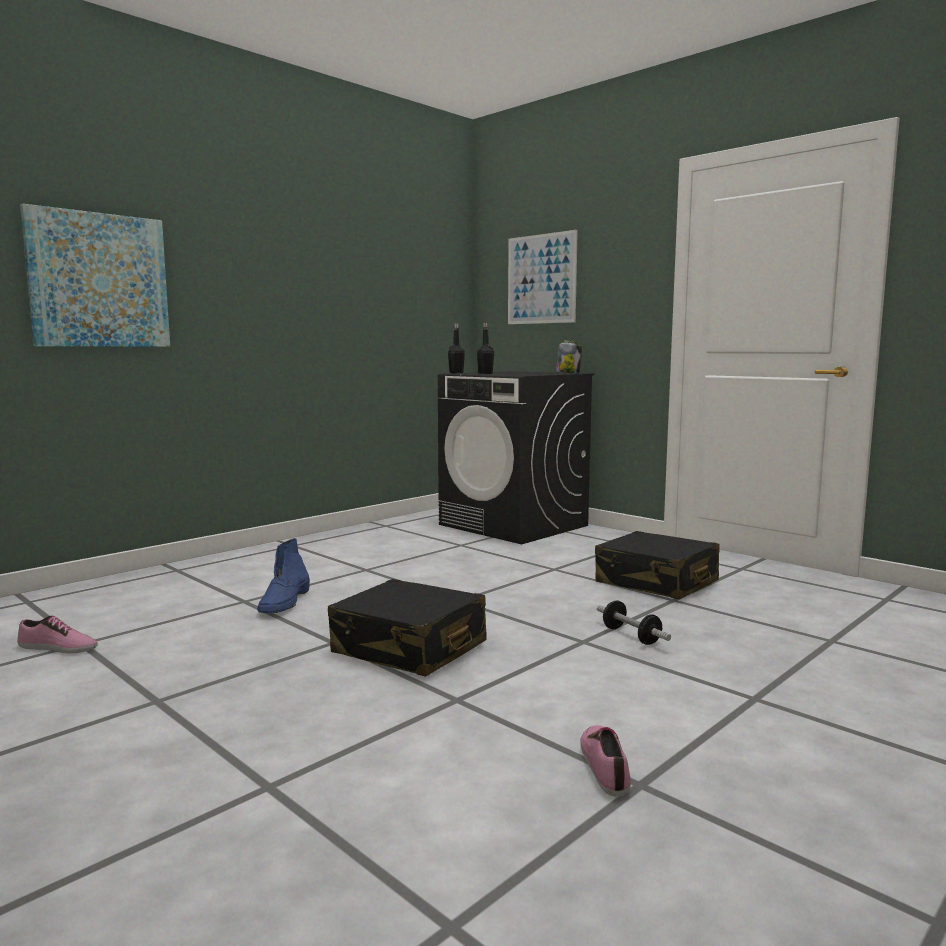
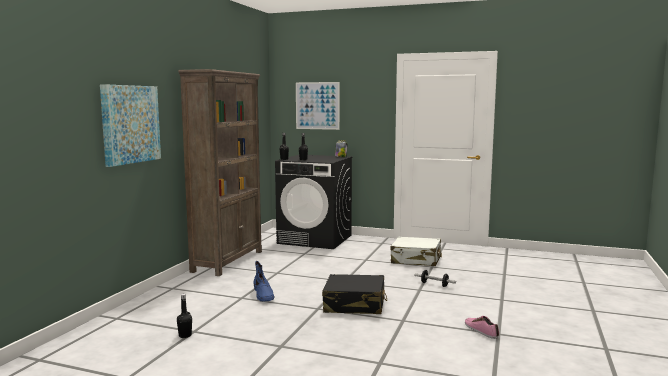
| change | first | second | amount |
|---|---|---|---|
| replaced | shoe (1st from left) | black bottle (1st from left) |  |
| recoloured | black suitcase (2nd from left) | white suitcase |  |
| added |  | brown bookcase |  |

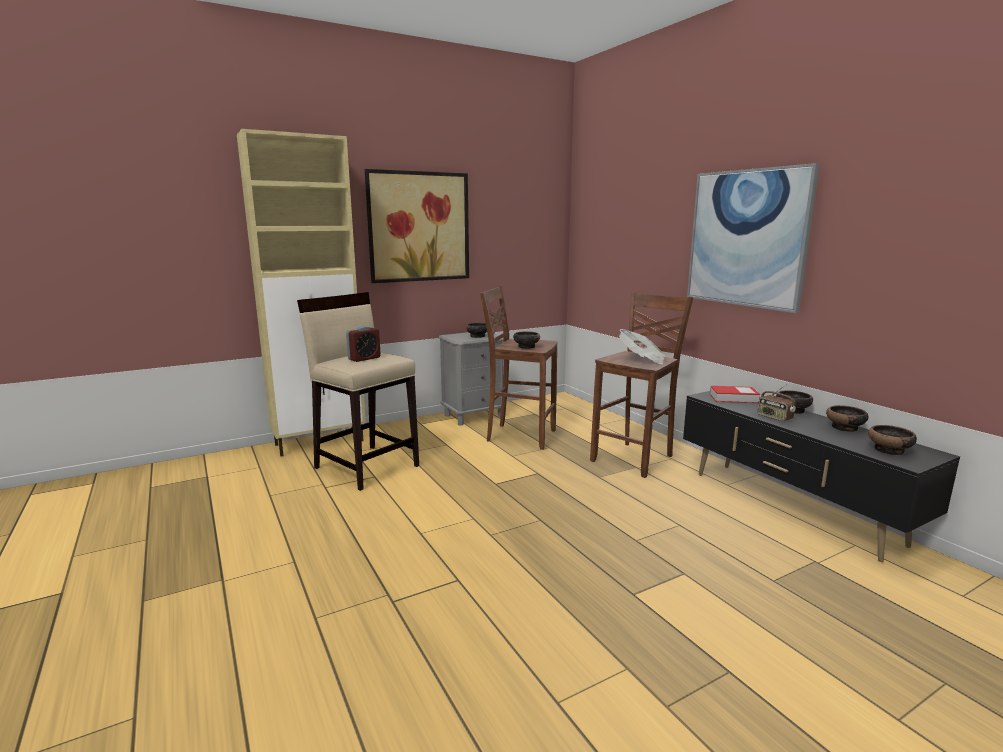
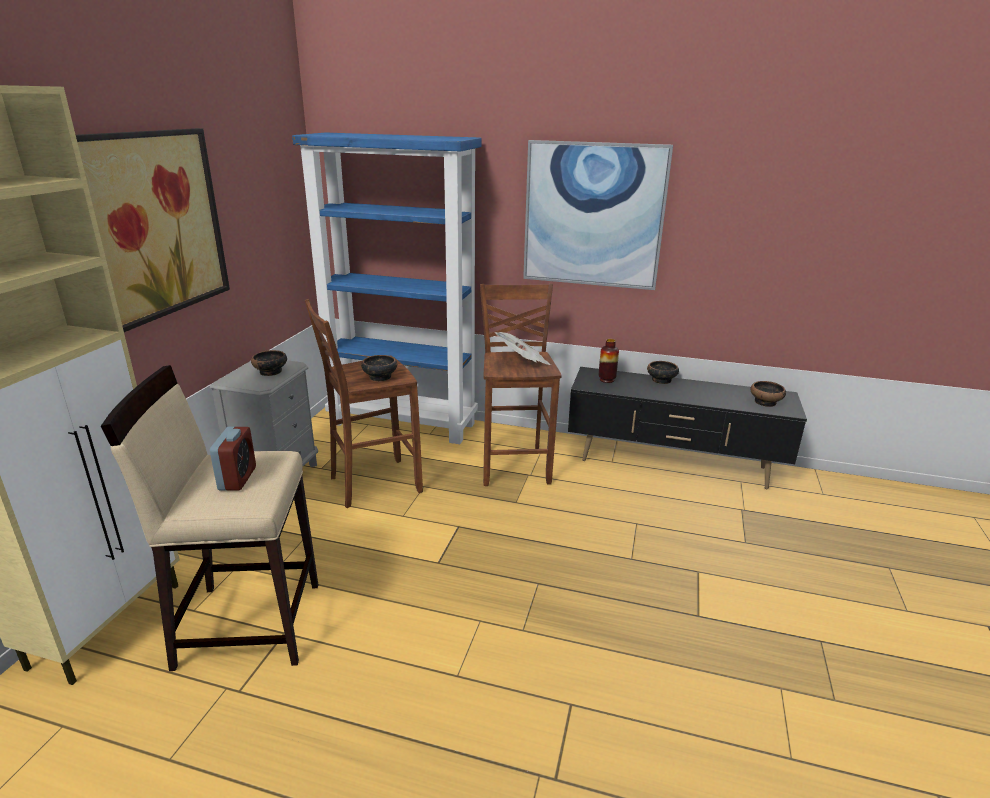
| change | first | second | amount |
|---|---|---|---|
| replaced | book | vase |  |
| removed | radio |  |  |
| removed | bowl (4th from left) |  |  |
| added |  | blue bookcase |  |

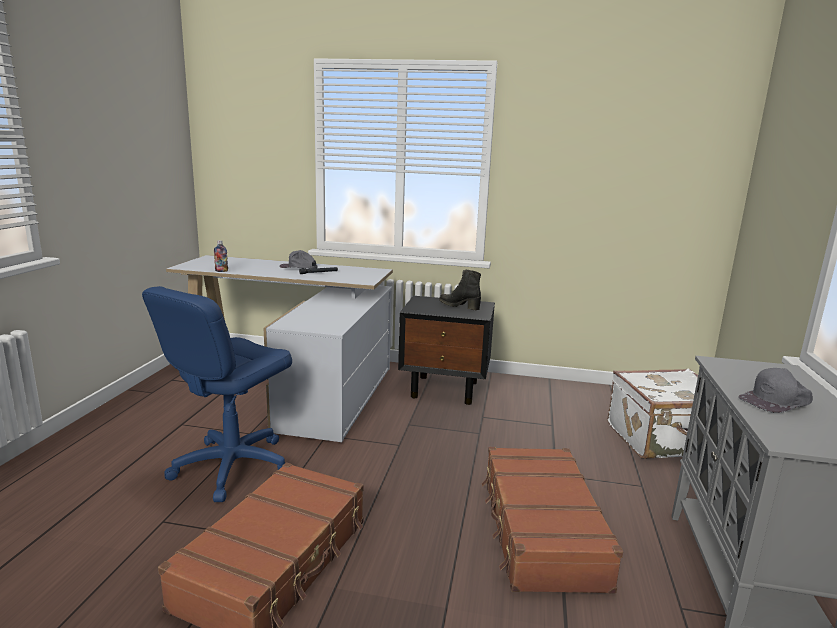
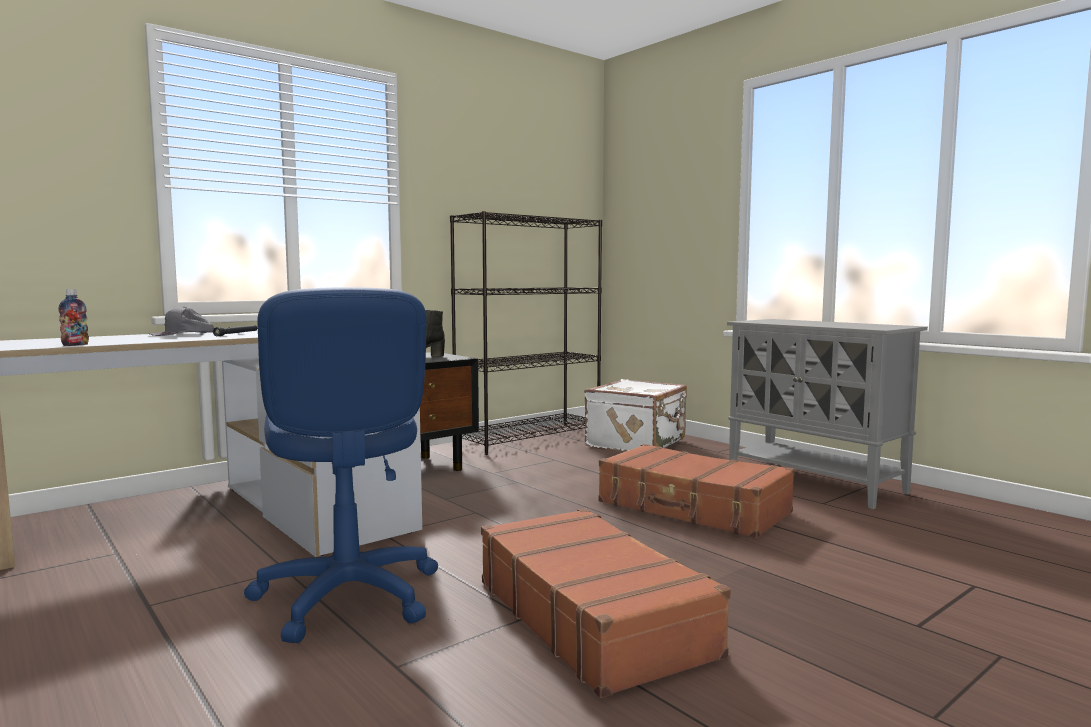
| change | first | second | amount |
|---|---|---|---|
| removed | grey cap (2nd from left) |  |  |
| added |  | black bookcase |  |

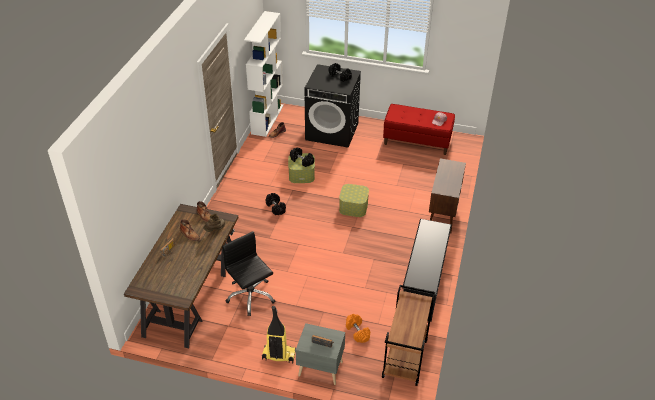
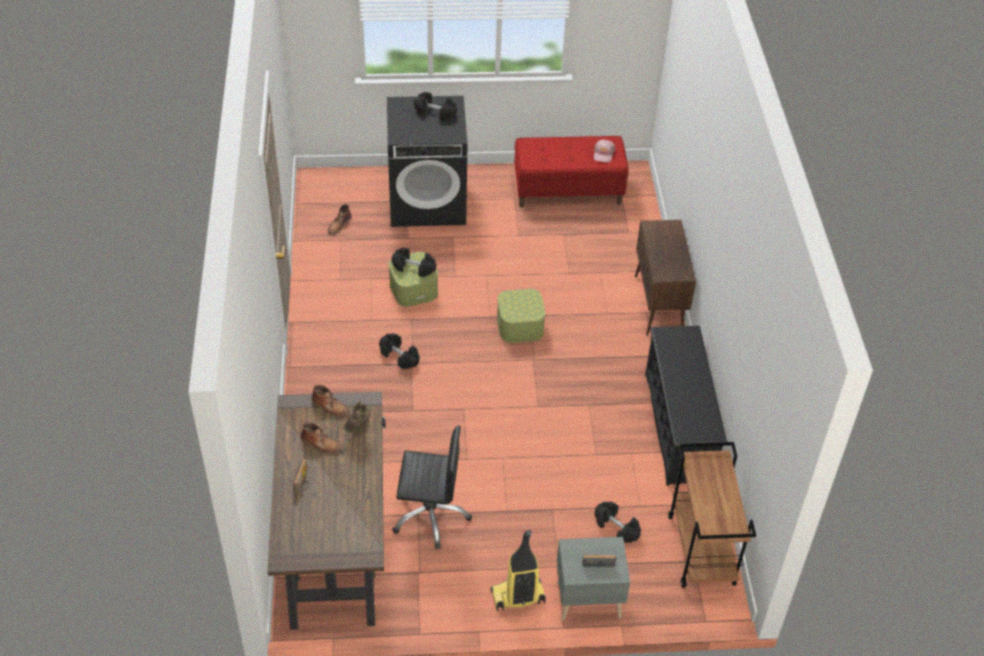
| change | first | second | amount |
|---|---|---|---|
| turned | black office chair |  | 150 degrees clockwise |
| removed | white bookcase |  |  |
| recoloured | orange dumbbell | black dumbbell (4th from left) |  |

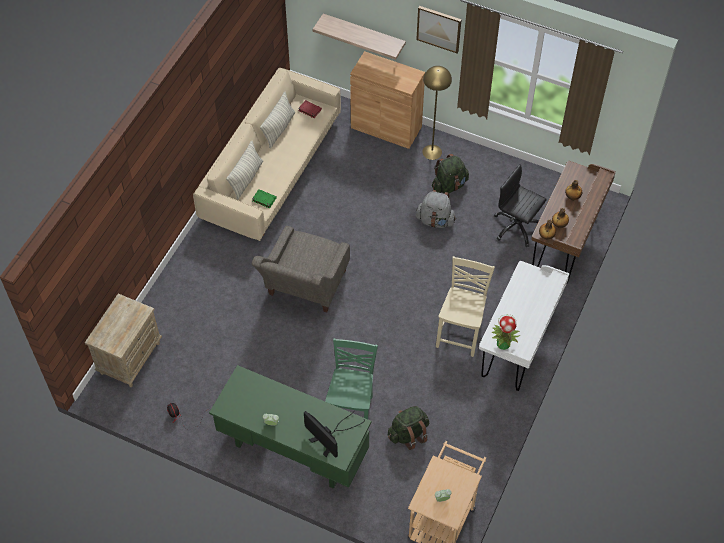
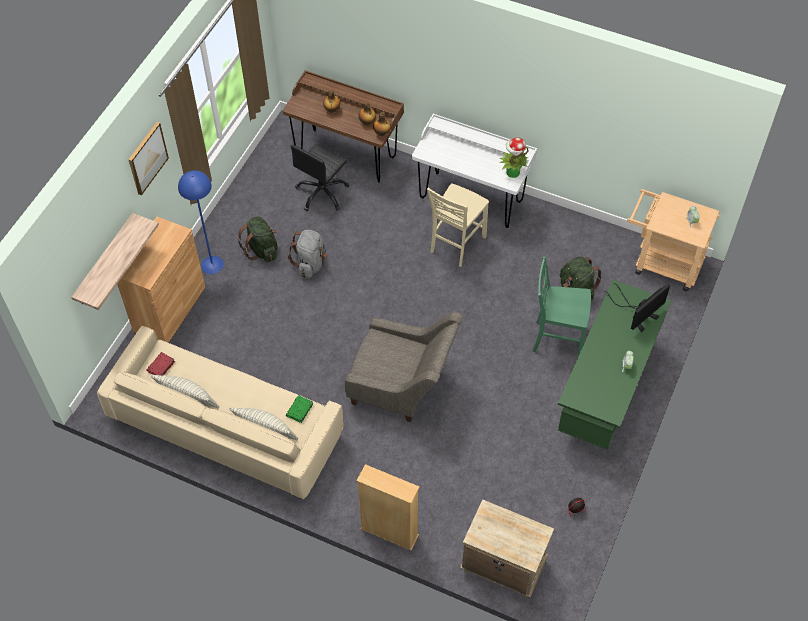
| change | first | second | amount |
|---|---|---|---|
| recoloured | yellow floor lamp | blue floor lamp |  |
| turned | beige chair |  | 75 degrees counterclockwise |
| added |  | beige bookcase |  |

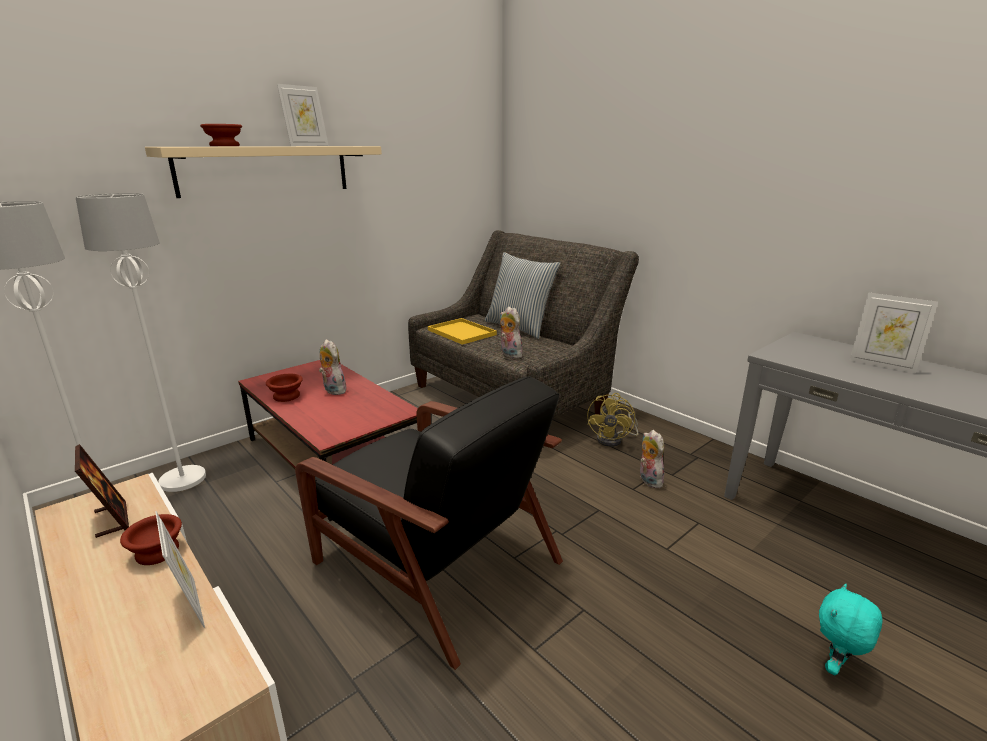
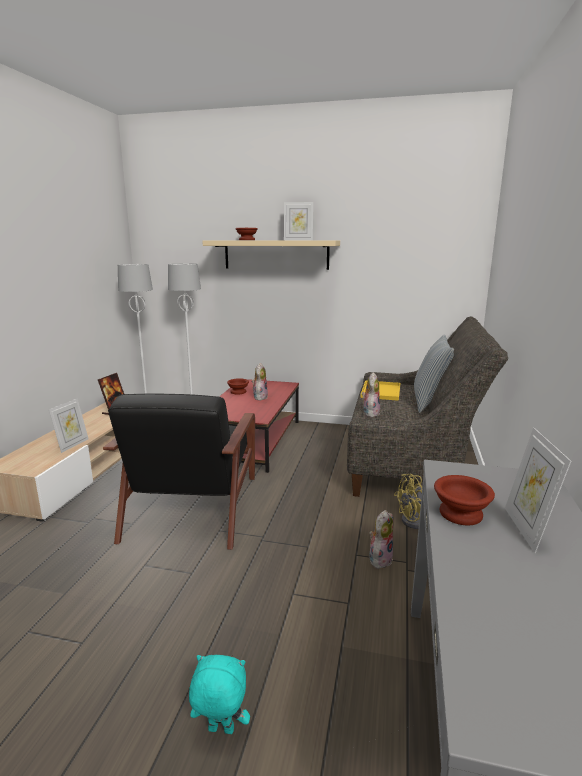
| change | first | second | amount |
|---|---|---|---|
| moved | brown bowl (1st from left in the first image) | brown bowl (3rd from left) |  |

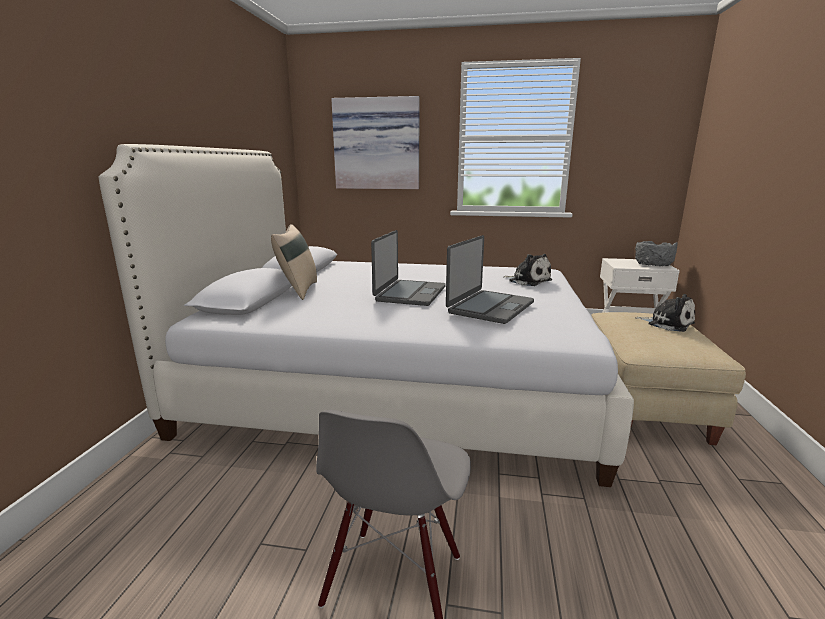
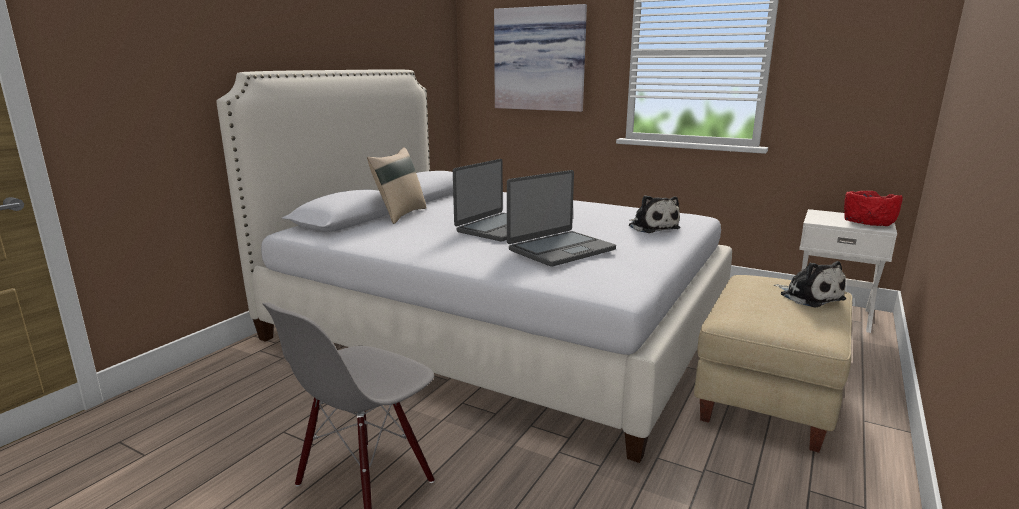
| change | first | second | amount |
|---|---|---|---|
| recoloured | grey bowl | red bowl |  |

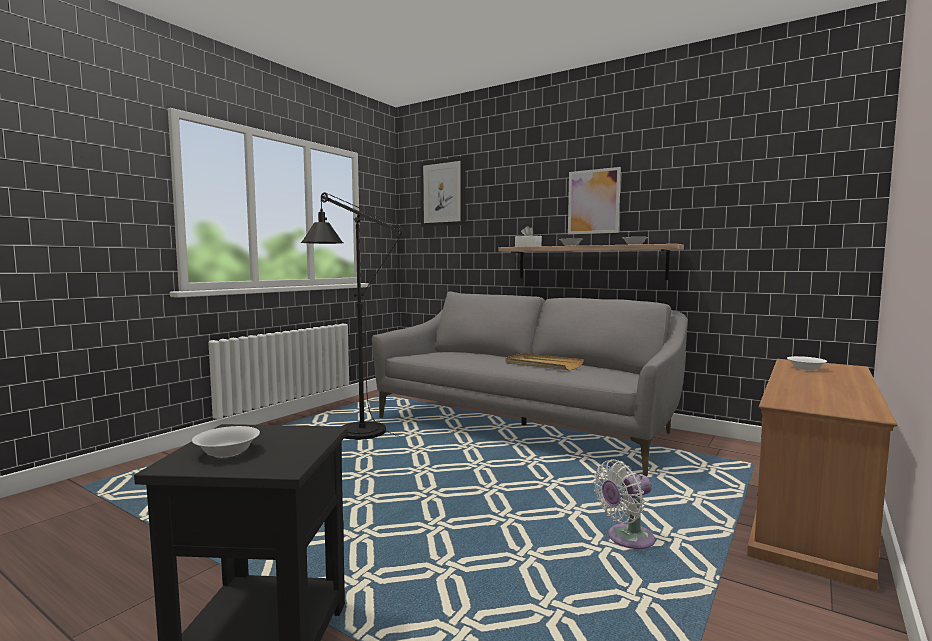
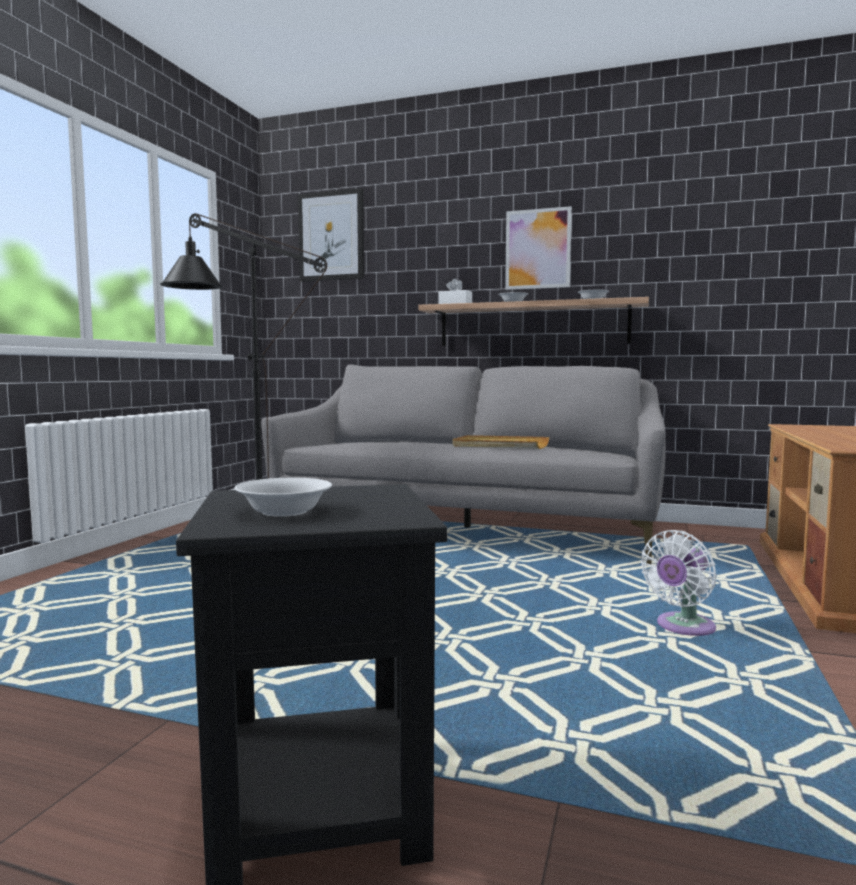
| change | first | second | amount |
|---|---|---|---|
| removed | white bowl (4th from left) |  |  |

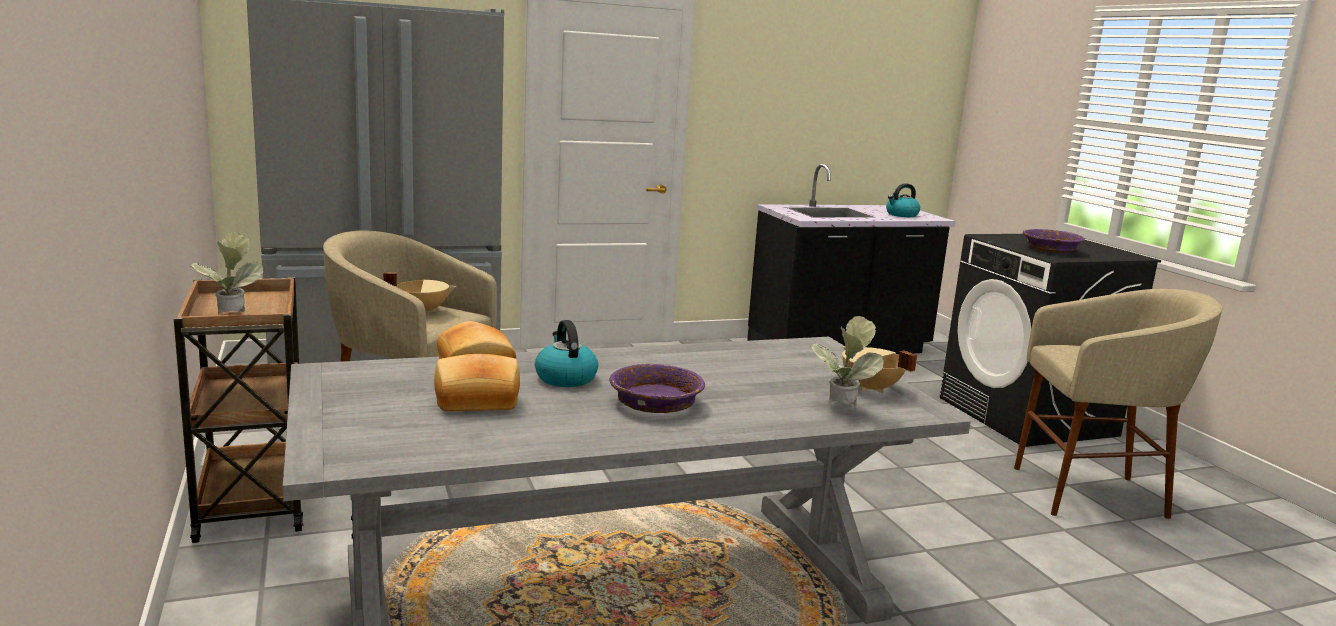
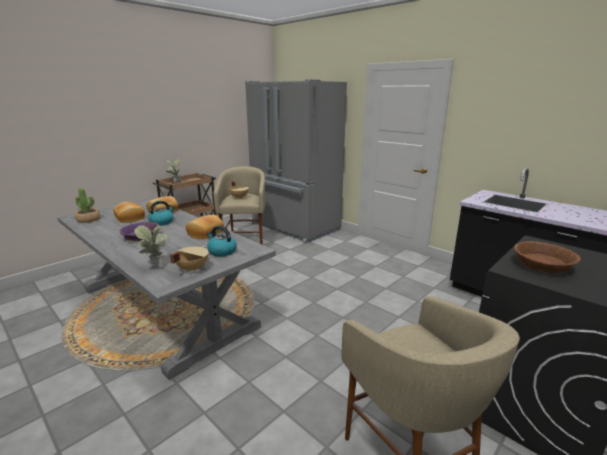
| change | first | second | amount |
|---|---|---|---|
| moved | kettle (2nd from left) |  |  |
| recoloured | purple bowl (2nd from left) | brown bowl |  |
| added |  | potted plant (1st from left) |  |
| added |  | bread (3rd from left) |  |

